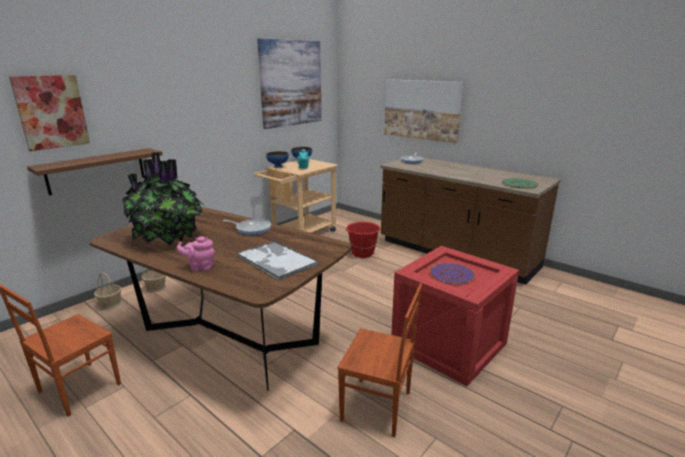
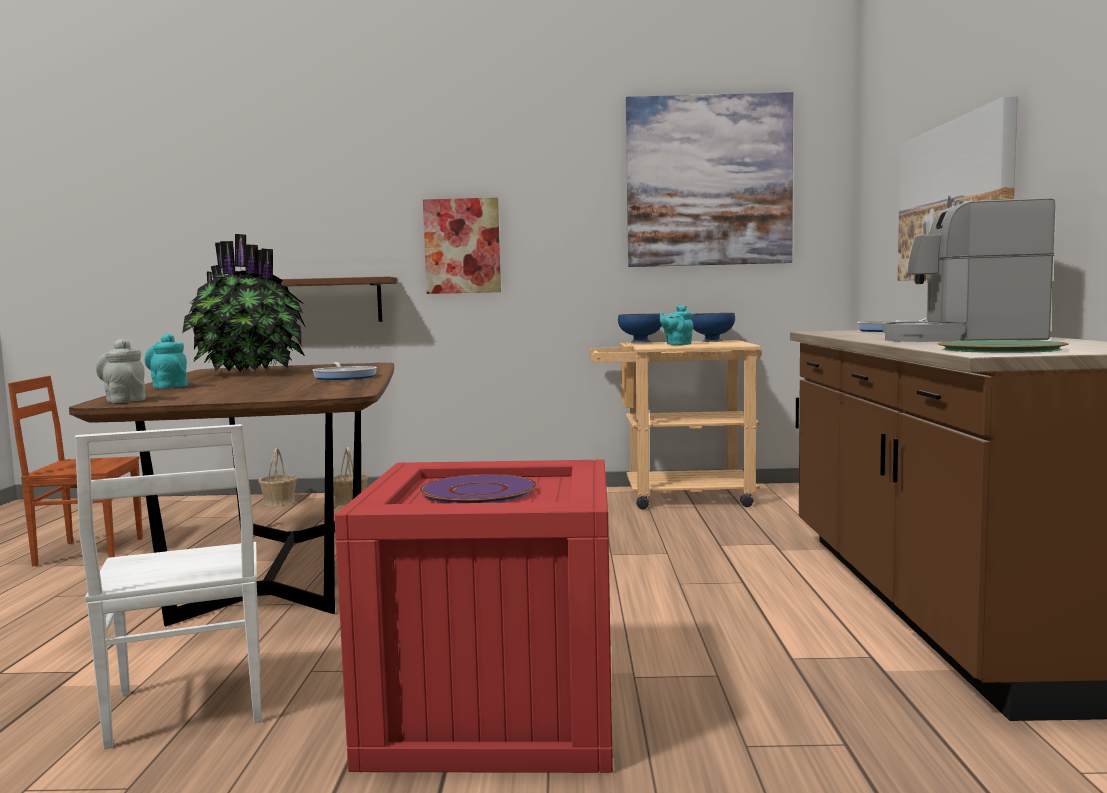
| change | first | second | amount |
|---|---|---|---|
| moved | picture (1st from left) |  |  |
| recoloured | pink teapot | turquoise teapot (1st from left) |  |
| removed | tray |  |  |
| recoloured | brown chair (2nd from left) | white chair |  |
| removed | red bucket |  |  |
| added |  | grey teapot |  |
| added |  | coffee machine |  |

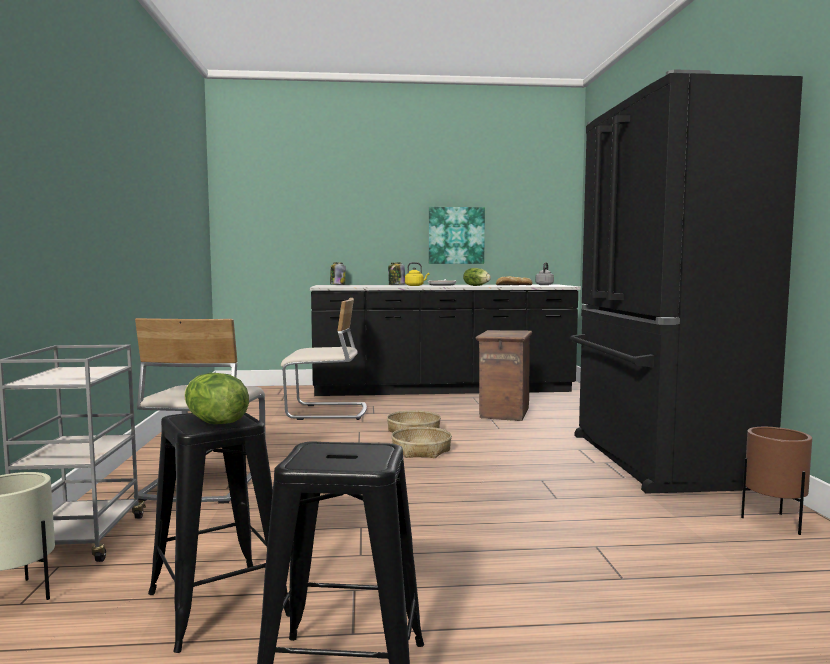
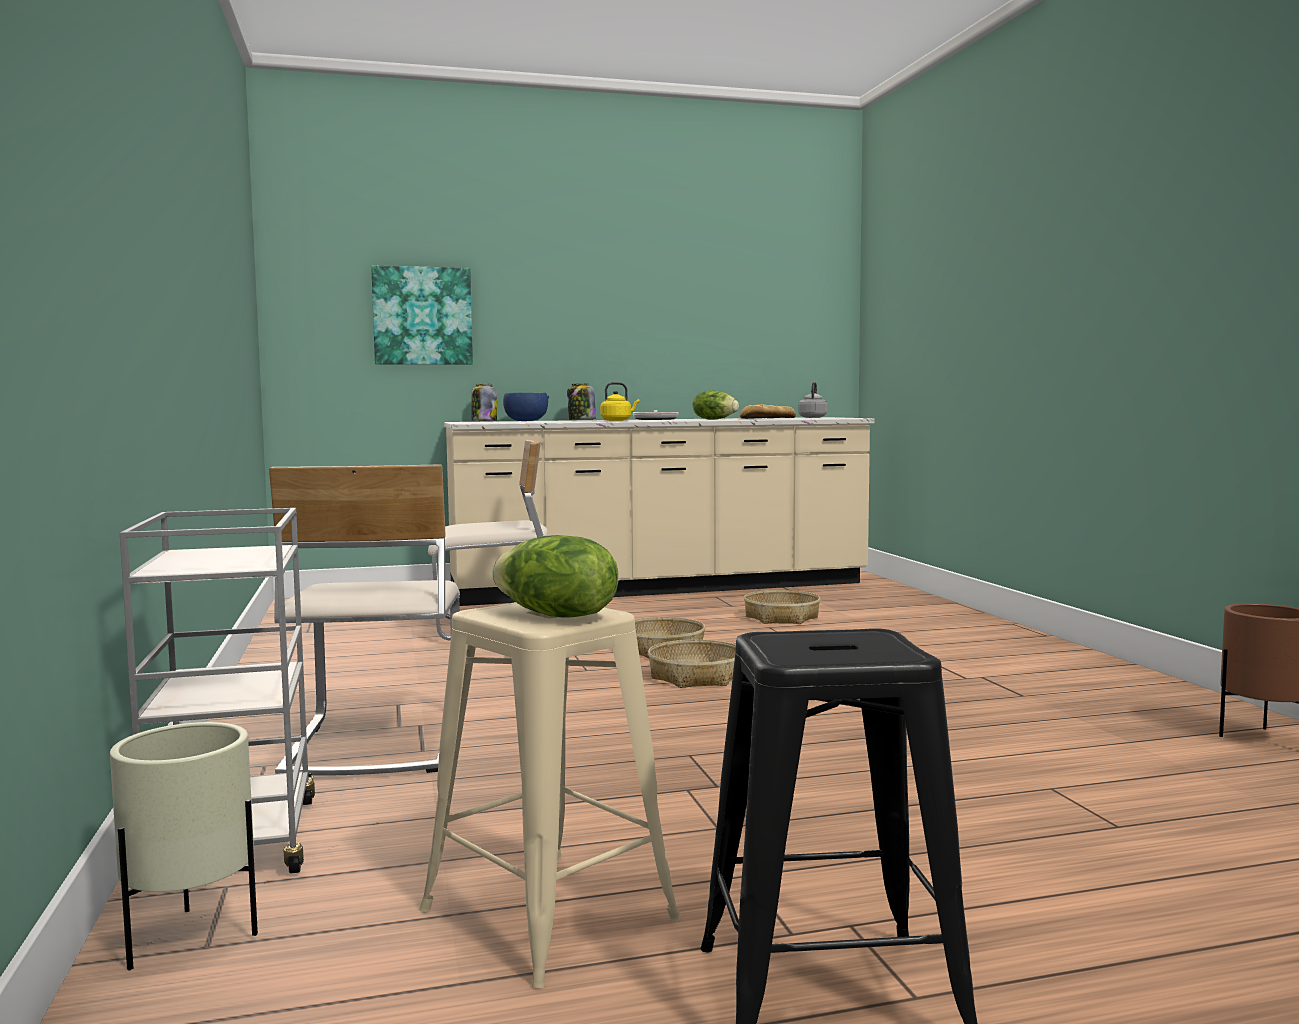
| change | first | second | amount |
|---|---|---|---|
| recoloured | black stool (1st from left) | beige stool |  |
| recoloured | black counter | beige counter |  |
| moved | picture |  |  |
| replaced | crate | basket (3rd from left) |  |
| removed | black fridge |  |  |
| added |  | blue bowl |  |

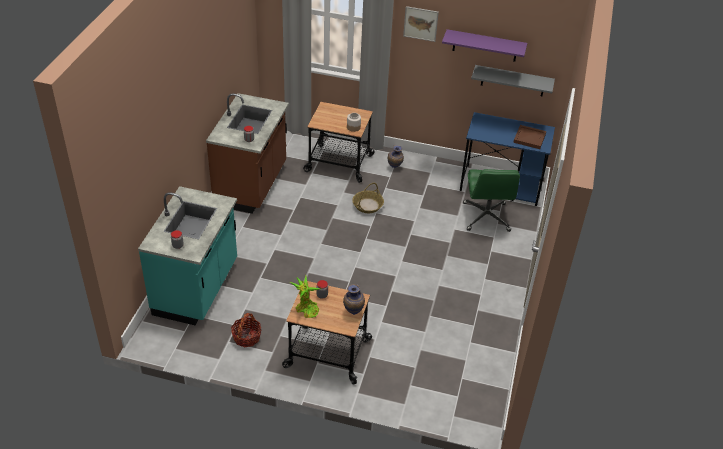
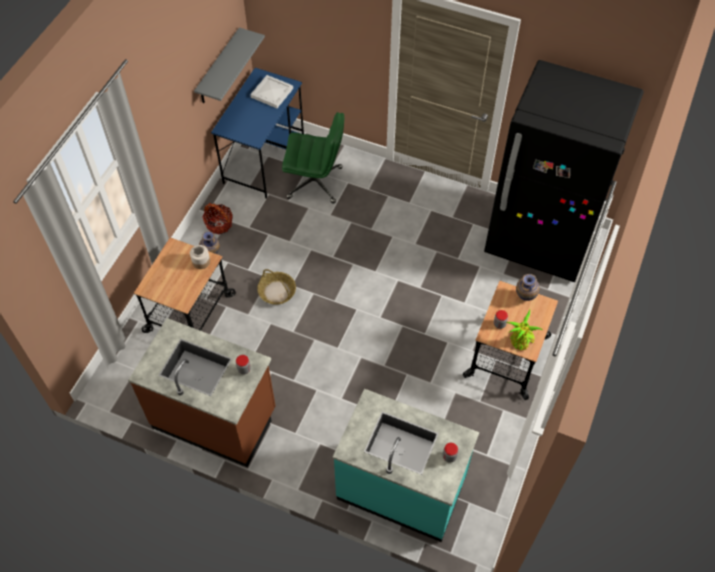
| change | first | second | amount |
|---|---|---|---|
| moved | basket (1st from left) |  |  |
| removed | picture |  |  |
| removed | purple shelf |  |  |
| recoloured | brown tray | white tray |  |
| added |  | black fridge |  |

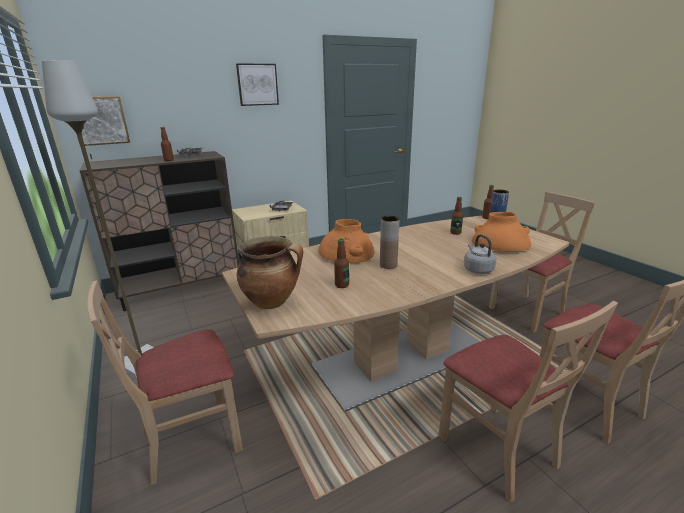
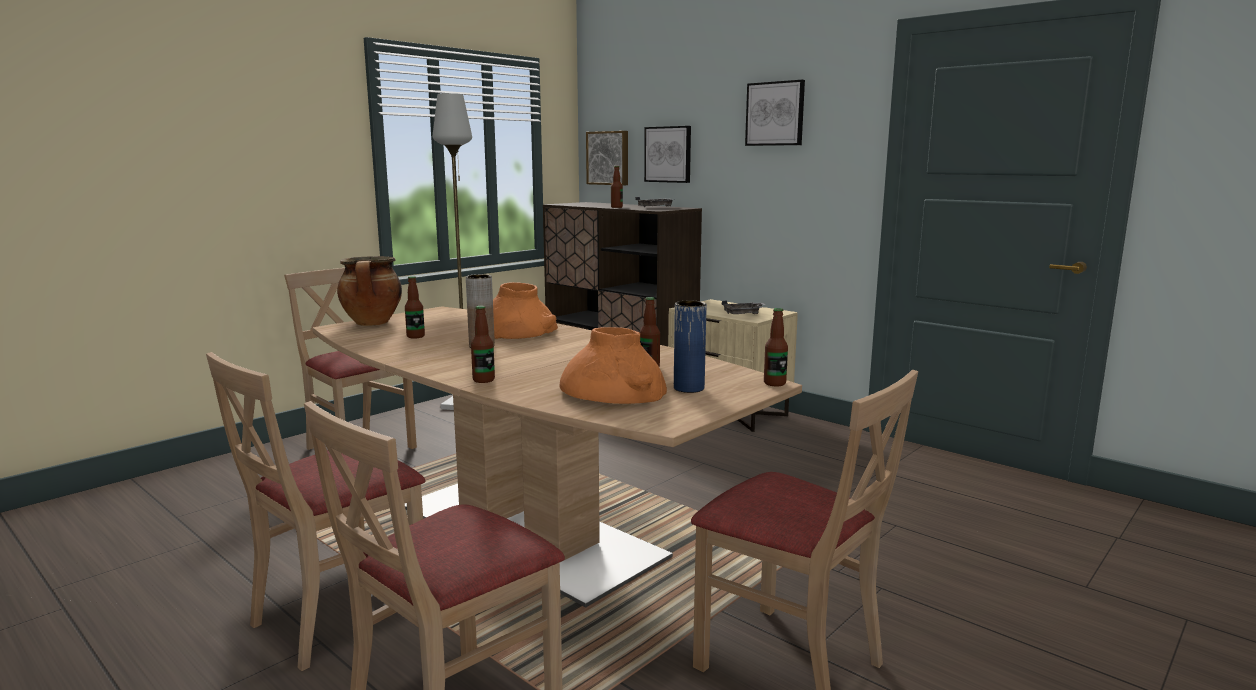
| change | first | second | amount |
|---|---|---|---|
| replaced | grey kettle | bottle (2nd from left) |  |
| added |  | picture (2nd from left) |  |

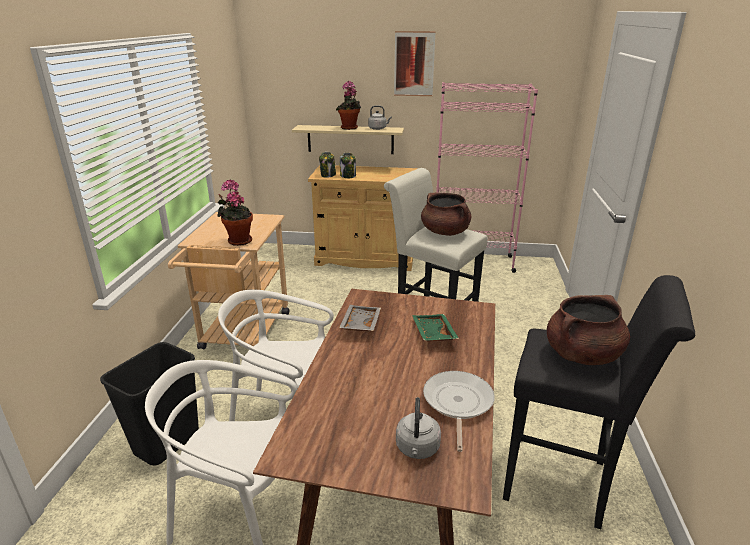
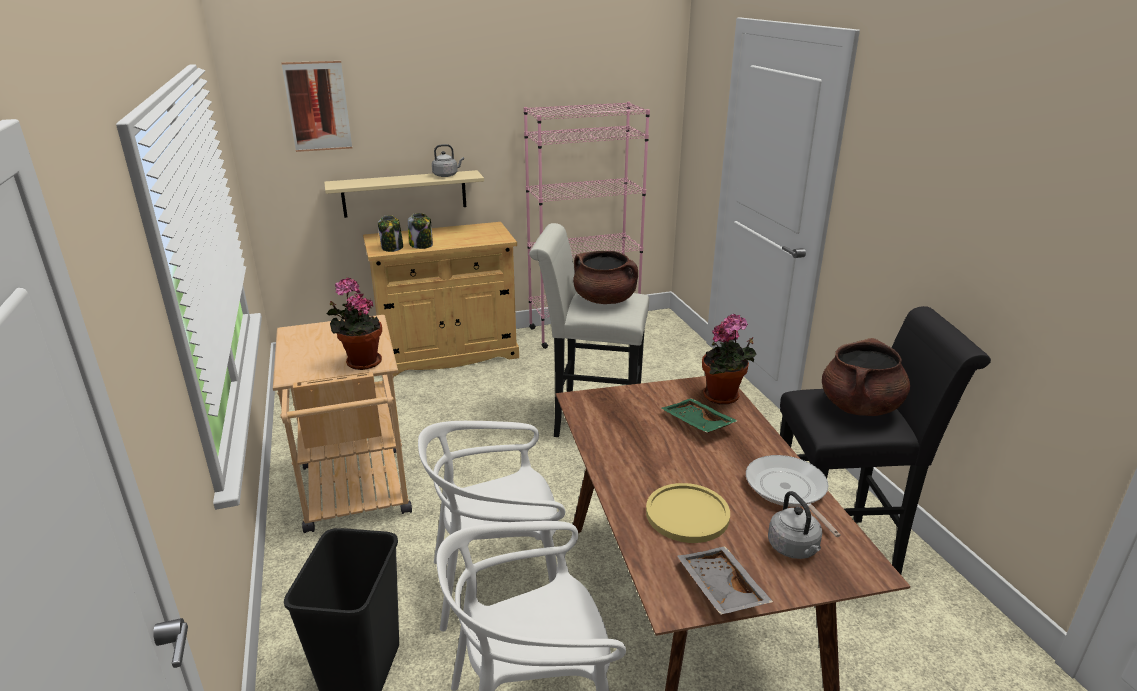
| change | first | second | amount |
|---|---|---|---|
| moved | potted plant (2nd from left) |  |  |
| moved | grey tray |  |  |
| moved | picture |  |  |
| added |  | yellow plate |  |

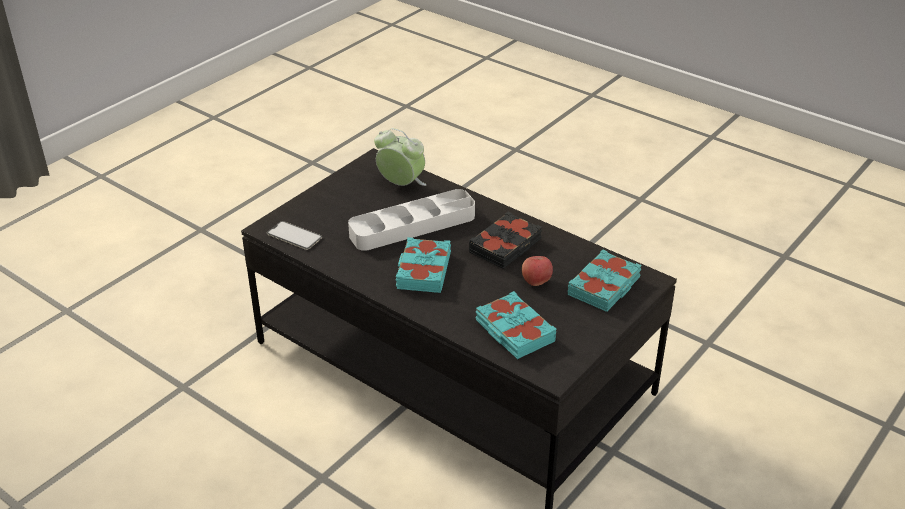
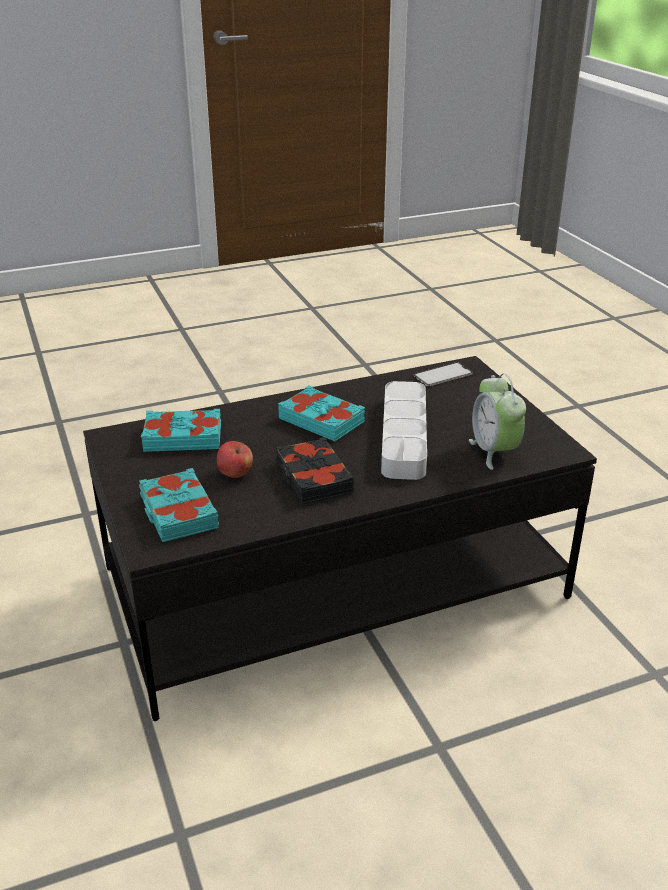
| change | first | second | amount |
|---|---|---|---|
| turned | alarm clock |  | 105 degrees clockwise |

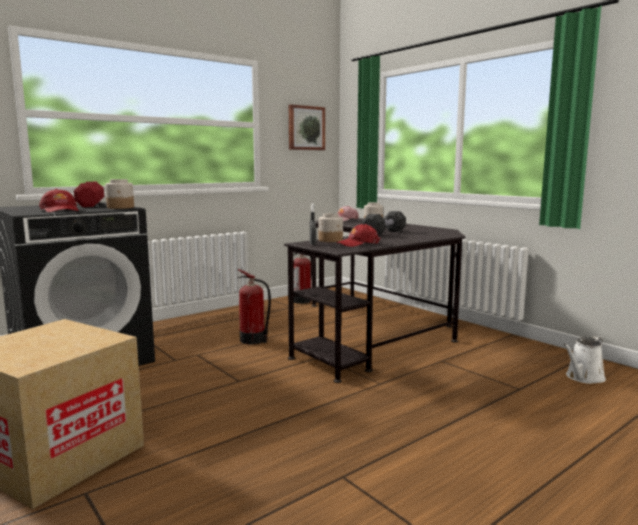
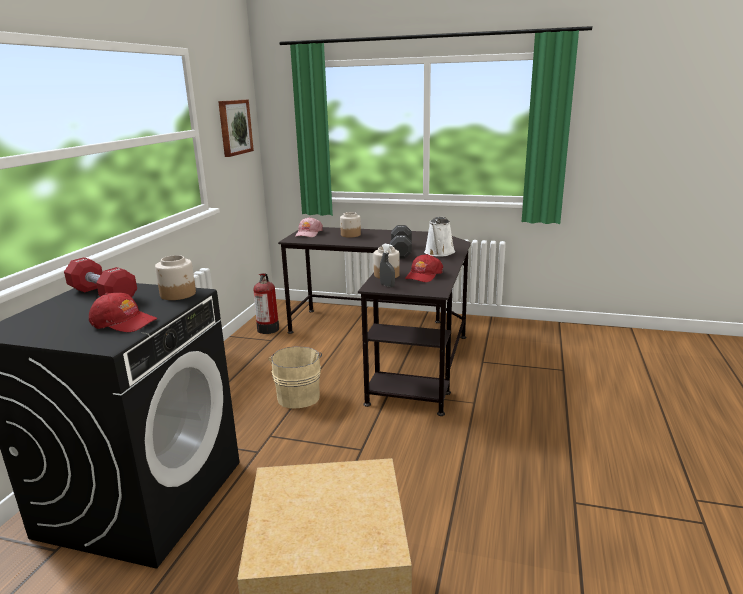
| change | first | second | amount |
|---|---|---|---|
| replaced | fire extinguisher (1st from left) | beige bucket |  |
| moved | white watering can |  |  |

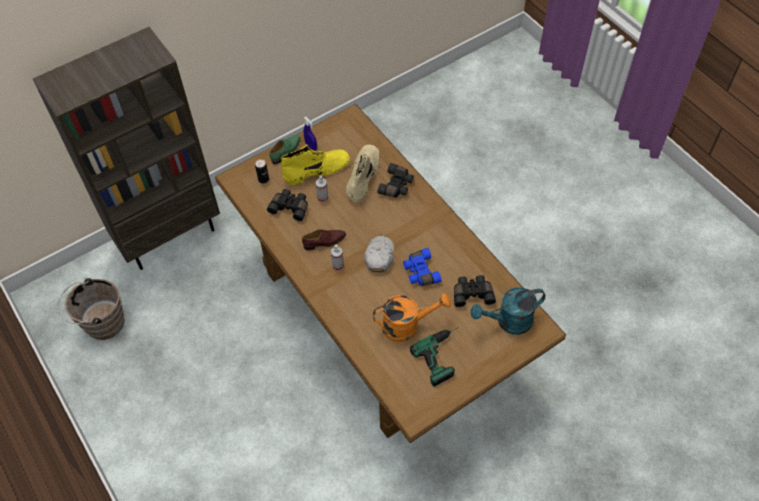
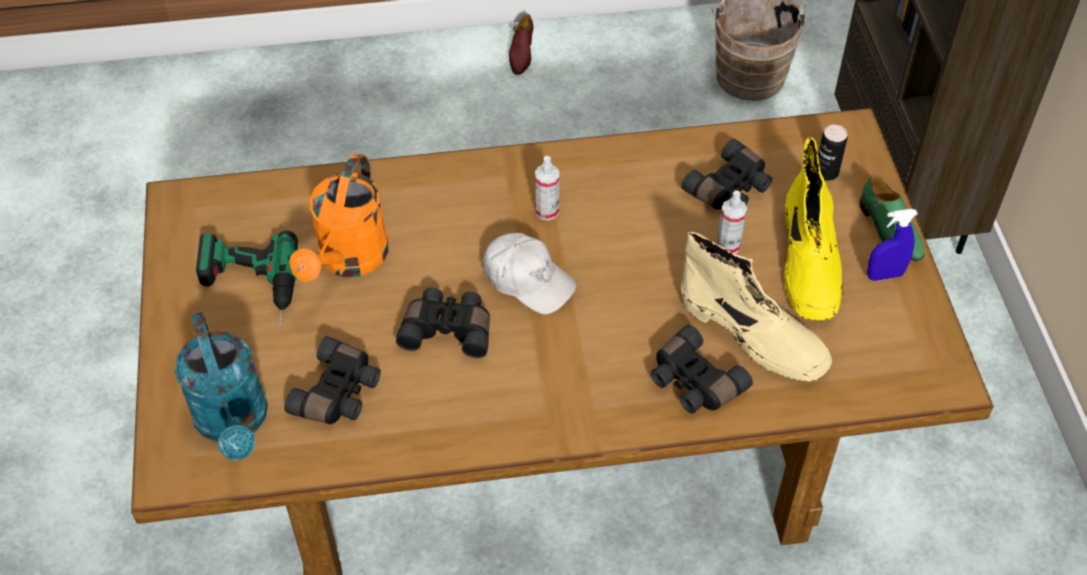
| change | first | second | amount |
|---|---|---|---|
| moved | brown shoe |  |  |
| recoloured | blue binoculars | black binoculars (2nd from left) |  |
| turned | turquoise watering can |  | 150 degrees clockwise |

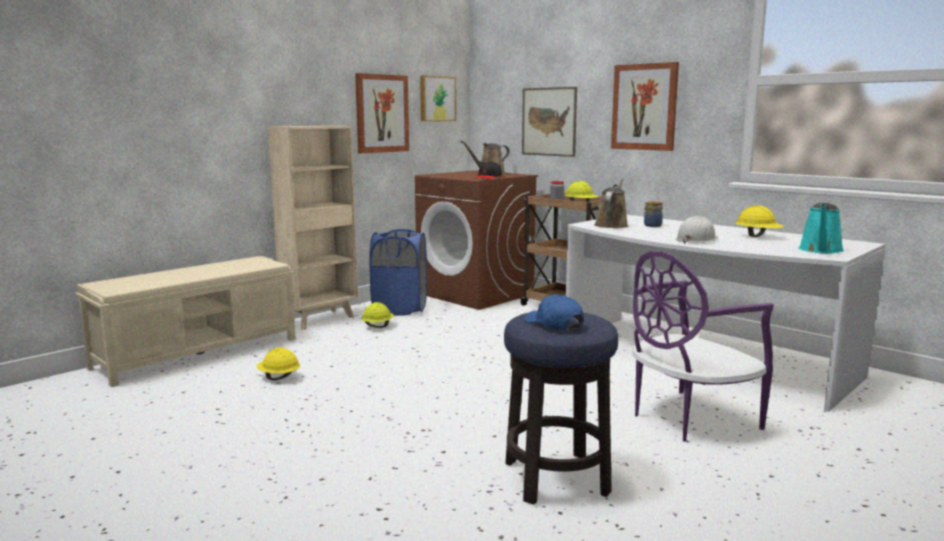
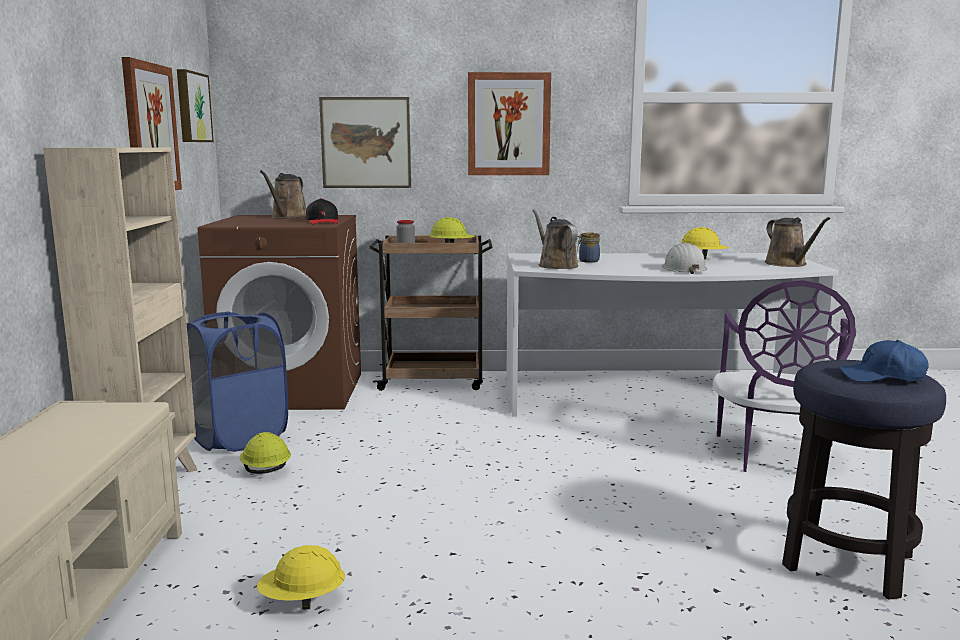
| change | first | second | amount |
|---|---|---|---|
| recoloured | turquoise watering can | brown watering can (3rd from left) |  |

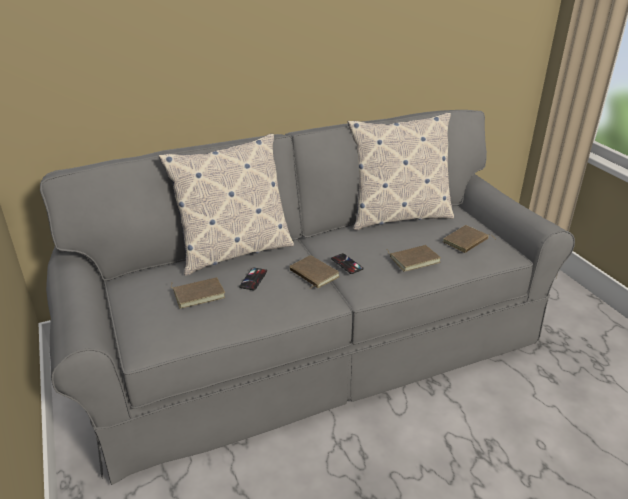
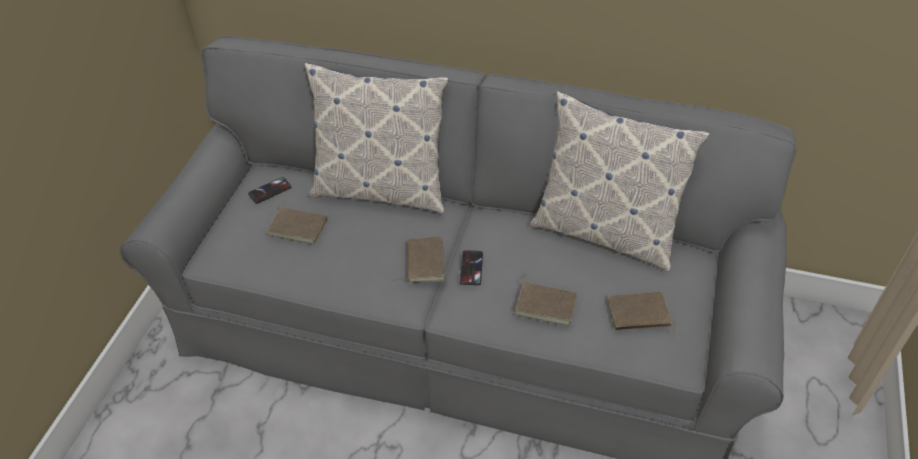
| change | first | second | amount |
|---|---|---|---|
| moved | phone (1st from left) |  |  |

